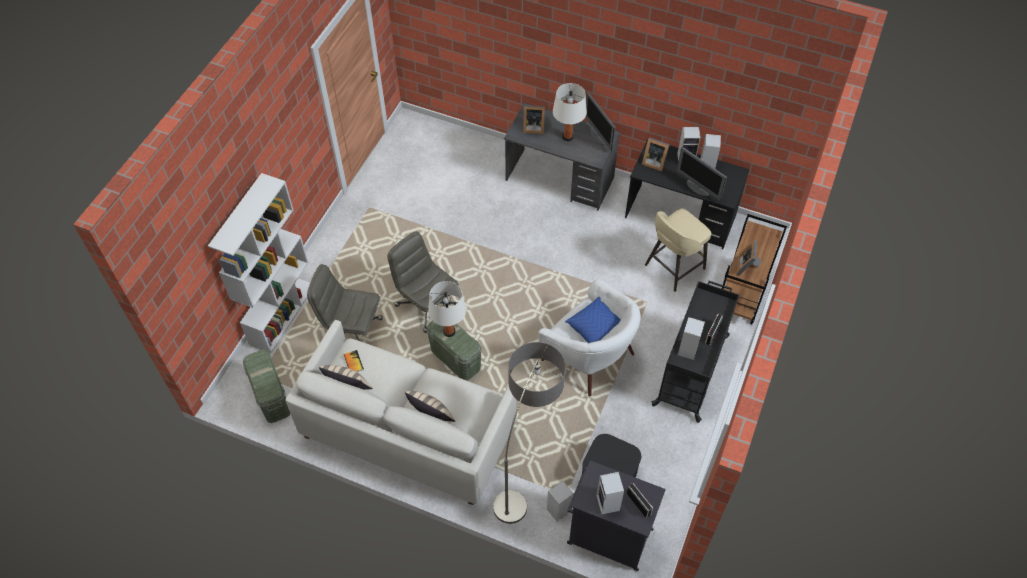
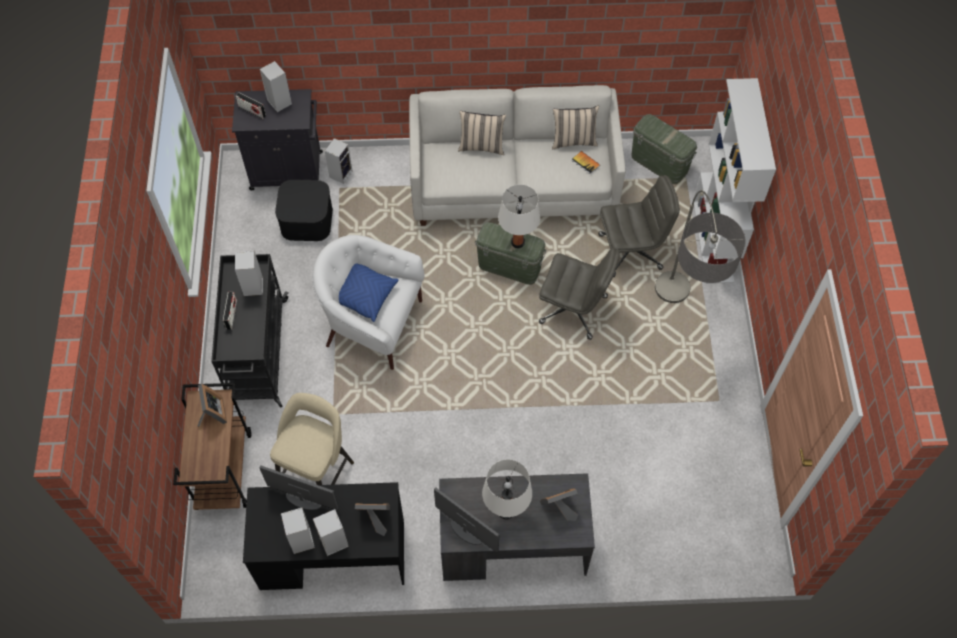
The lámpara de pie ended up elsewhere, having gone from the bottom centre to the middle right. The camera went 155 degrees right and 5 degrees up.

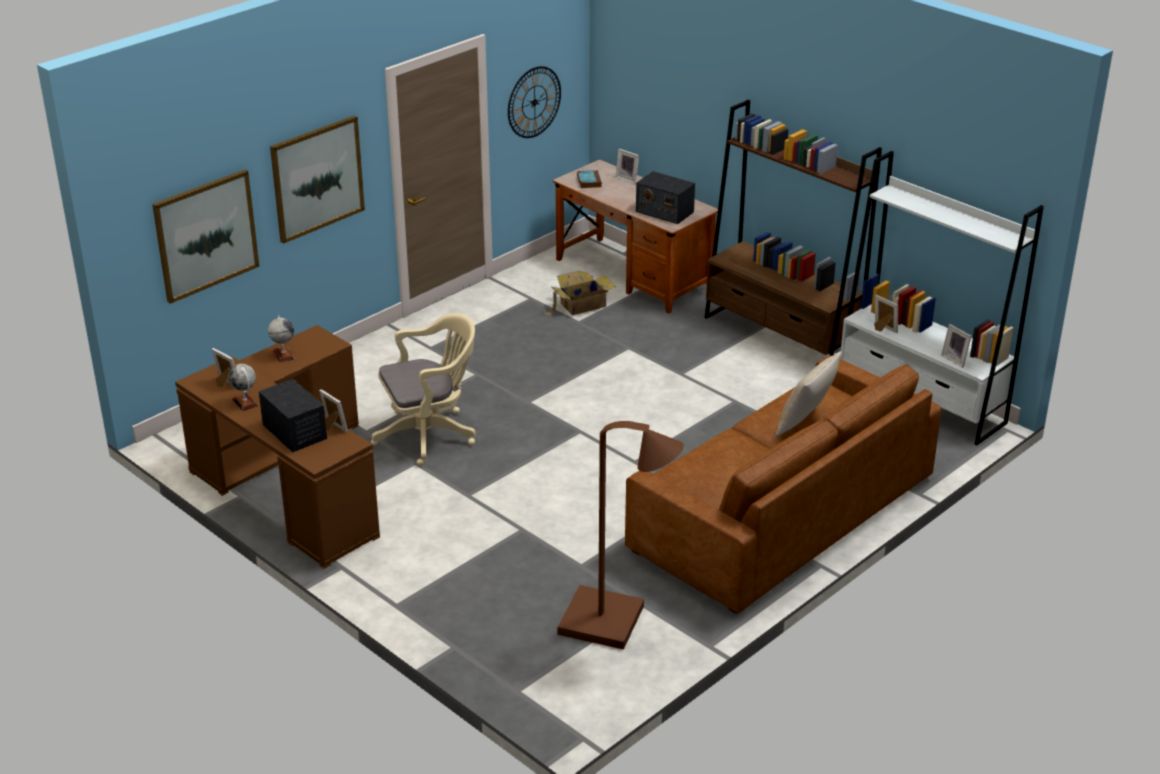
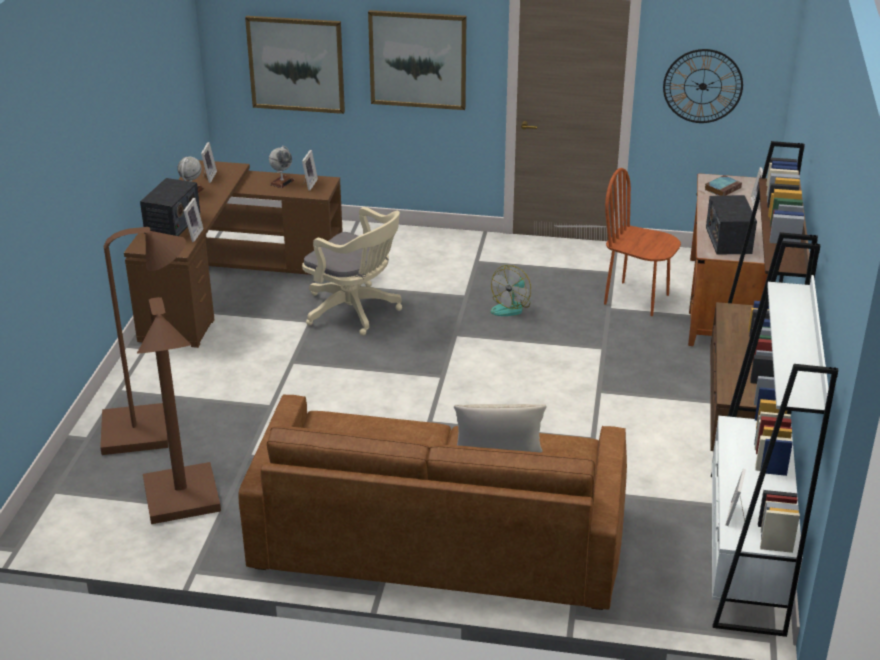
The second view gained the lámpara de pie [marrón] (no. 1 from left) at the middle left. The second view gained the ventilador at the centre. The portarretratos (no. 4 from left in the first image) ended up elsewhere, having gone from the middle right to the top centre. Where the caja de cartón stood at the centre, the silla [marrón] came to stand at the middle right. The camera went 55 degrees right and 0 degrees up.

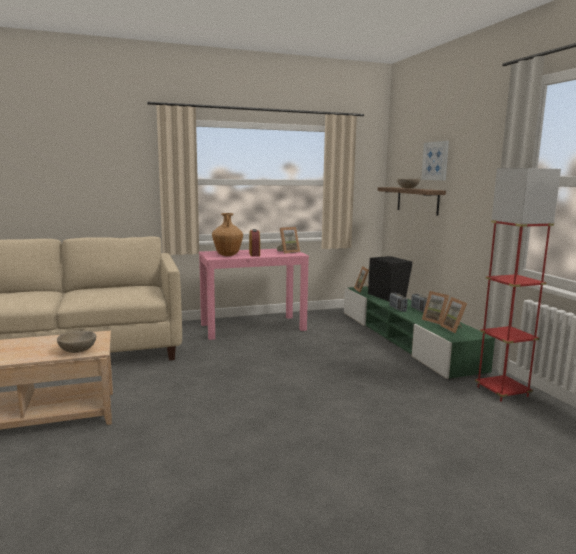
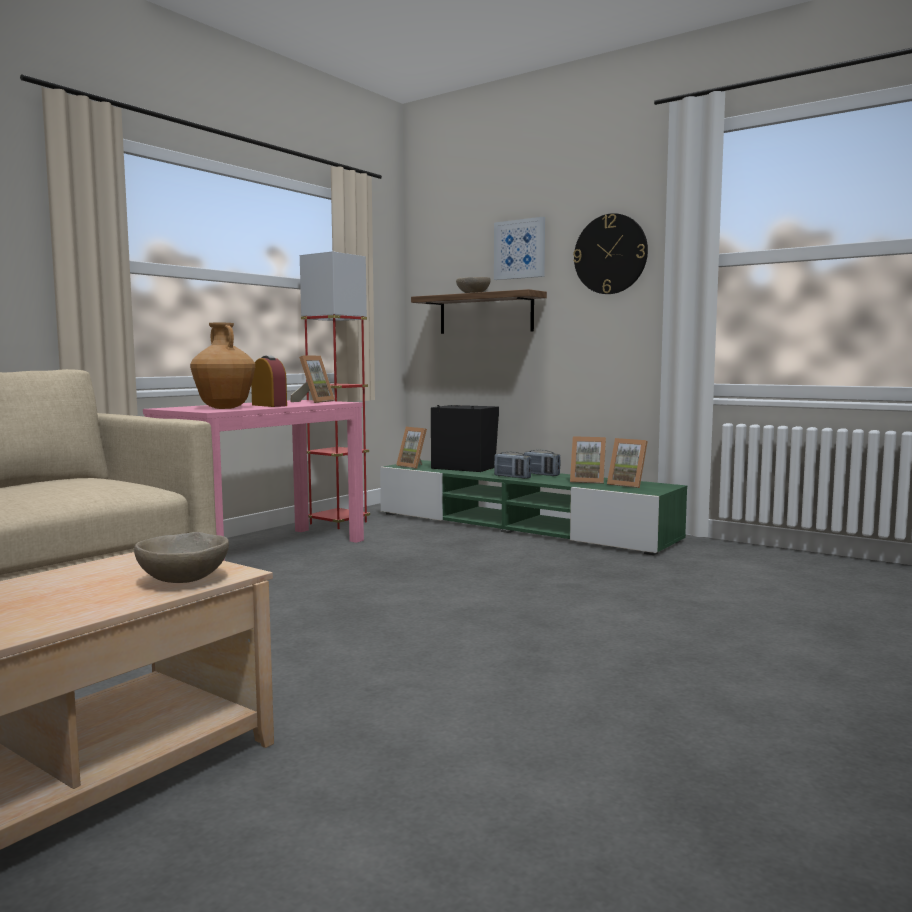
The second view gained the reloj de pared at the top right. The lámpara de pie [rojo] ended up elsewhere, having gone from the middle right to the centre. The camera went 35 degrees left and 5 degrees down.

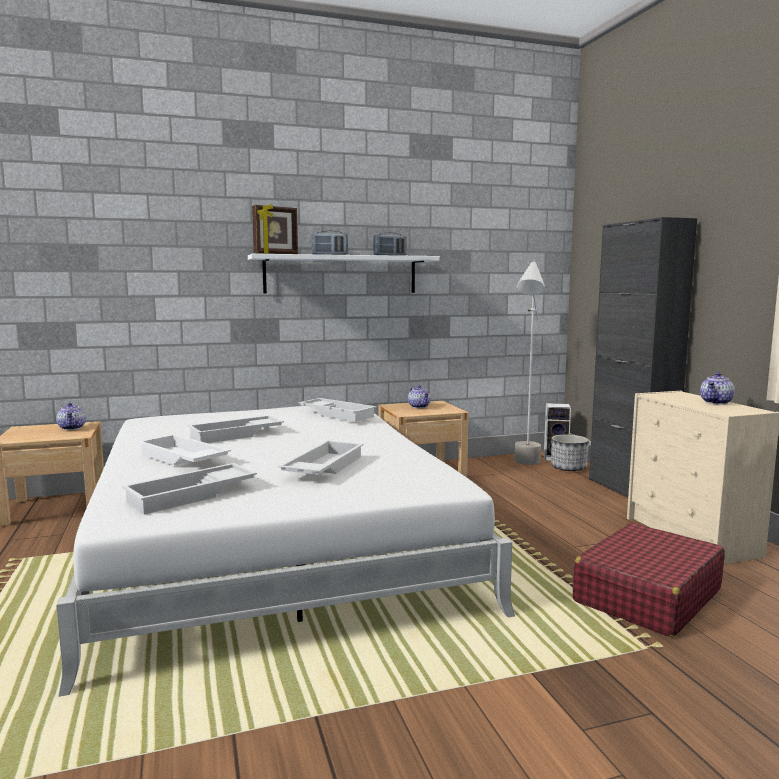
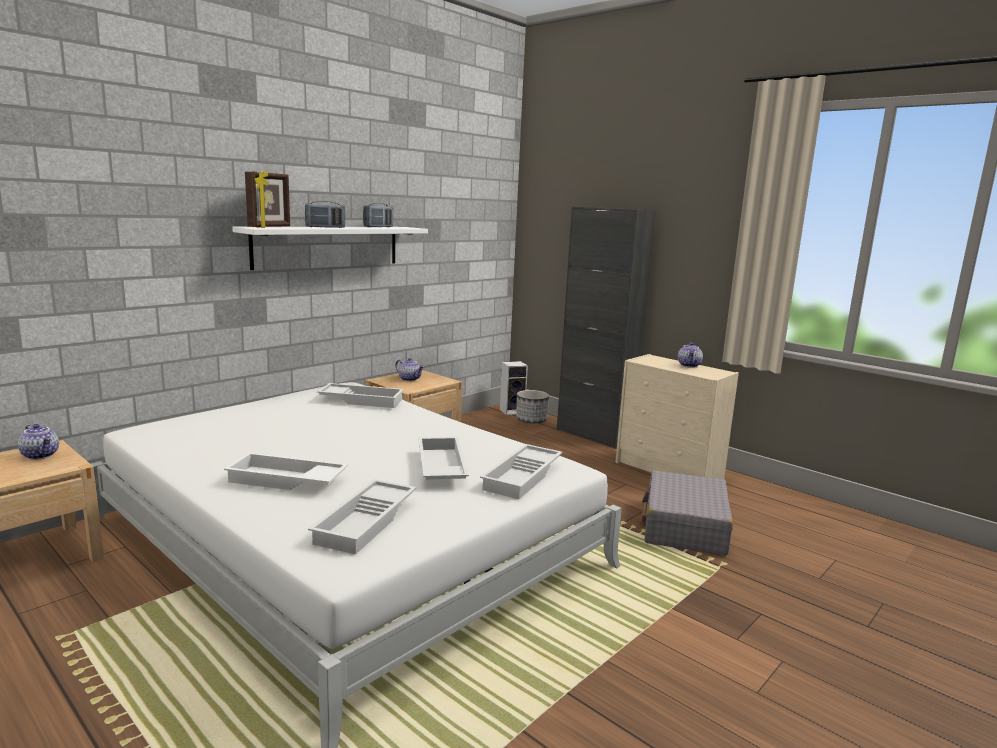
The second view lost the lámpara de pie [gris] at the middle right. The bandeja [blanco] (no. 3 from left in the first image) ended up elsewhere, having gone from the middle left to the centre. What was the maleta [rojo] at the bottom right turned into the maleta [gris] at the bottom right. The camera went 30 degrees left and 5 degrees up.

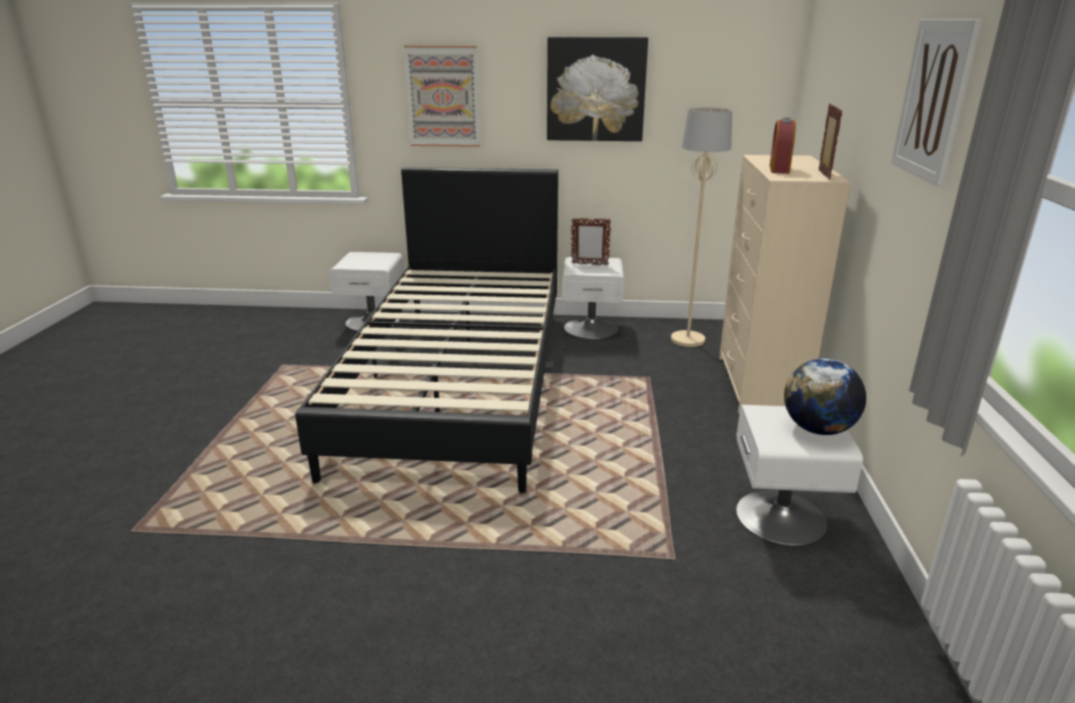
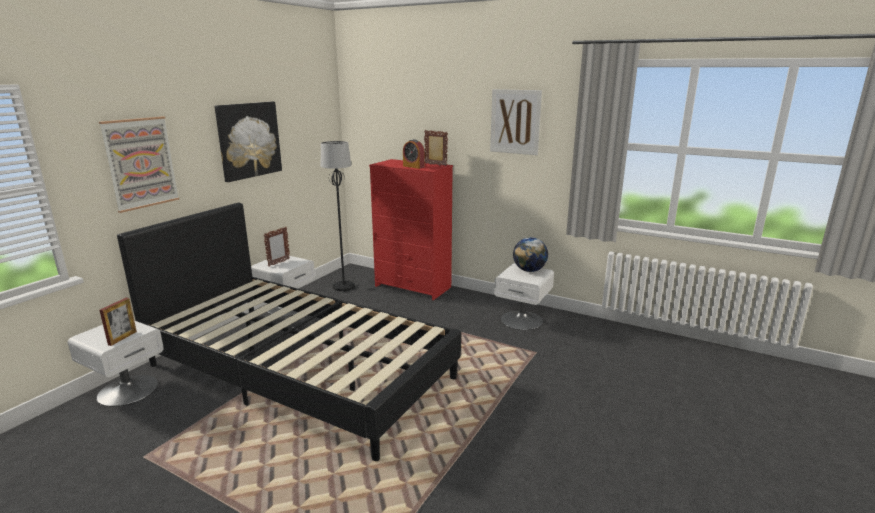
The second view gained the portarretratos (no. 1 from left) at the middle left. What was the lámpara de pie [beis] at the top centre turned into the lámpara de pie [negro] at the centre. What was the cómoda [beis] at the middle right turned into the cómoda [rojo] at the centre. The camera went 65 degrees left and 5 degrees down.

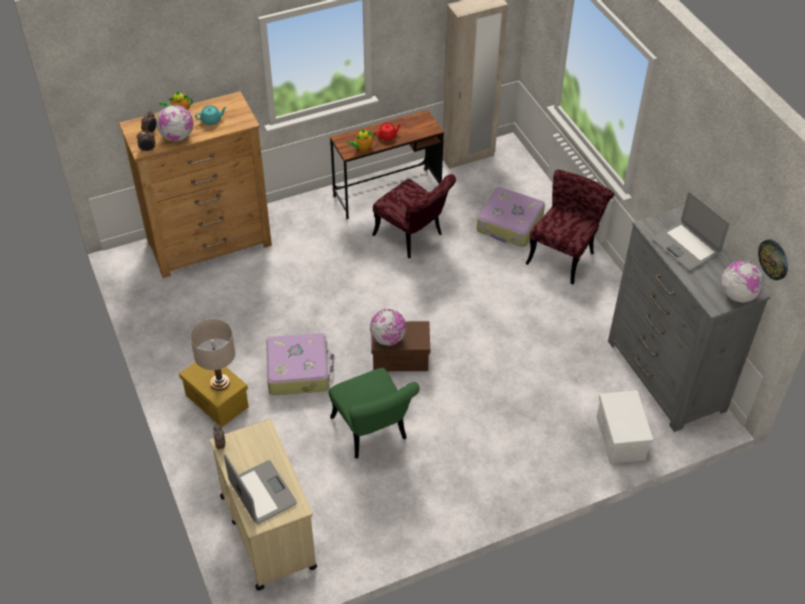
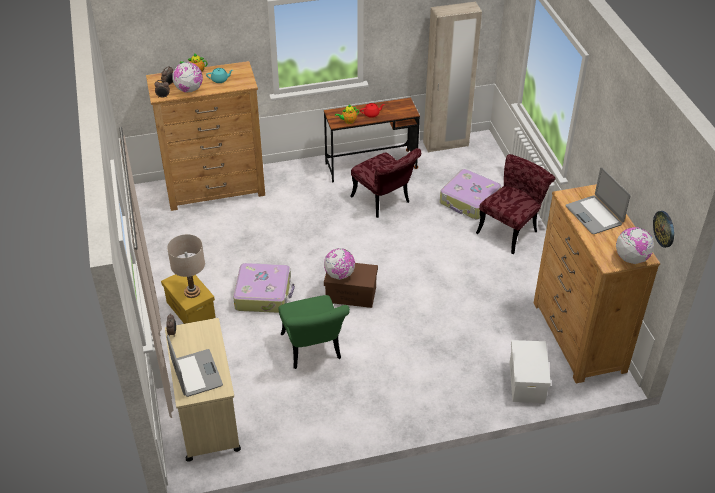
What was the cómoda [gris] at the middle right turned into the cómoda [marrón] (no. 2 from left) at the middle right. The camera went 10 degrees right and 5 degrees down.

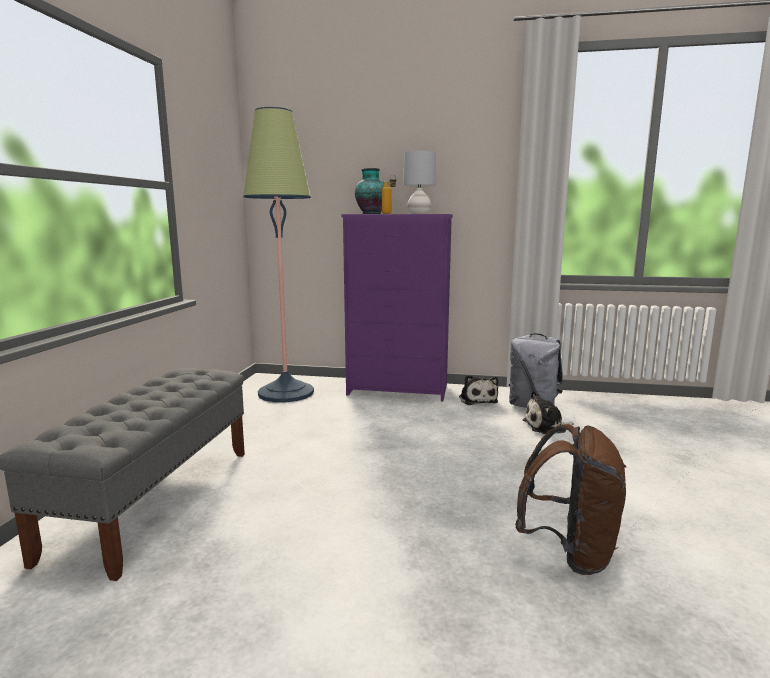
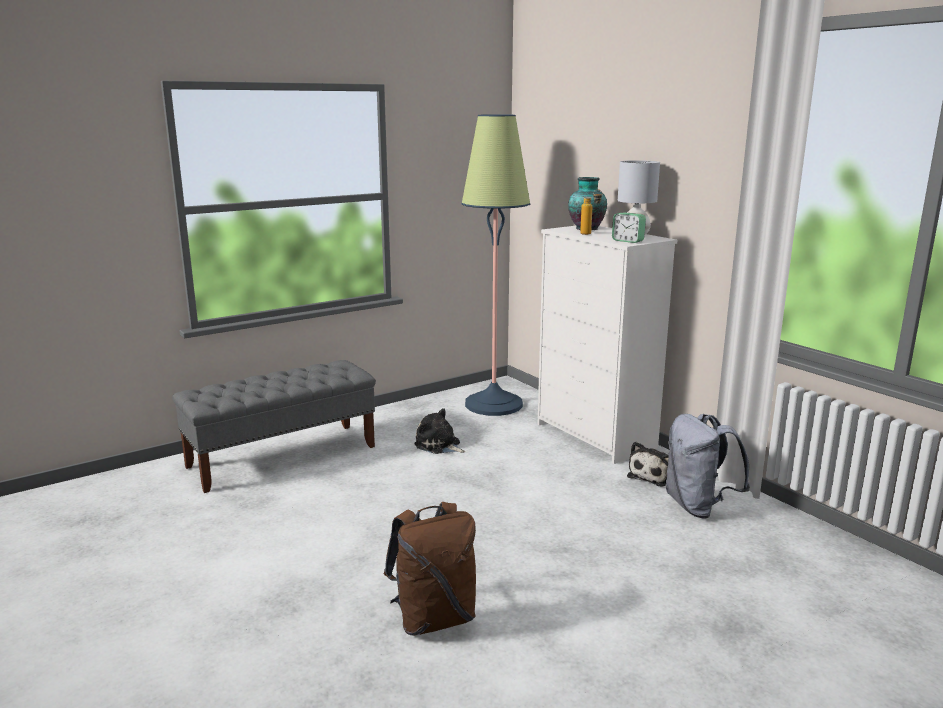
The second view gained the despertador at the top right. The peluche (no. 2 from left in the first image) ended up elsewhere, having gone from the middle right to the centre. What was the cómoda [morado] at the centre turned into the cómoda [blanco] at the centre. The camera went 45 degrees right and 5 degrees up.

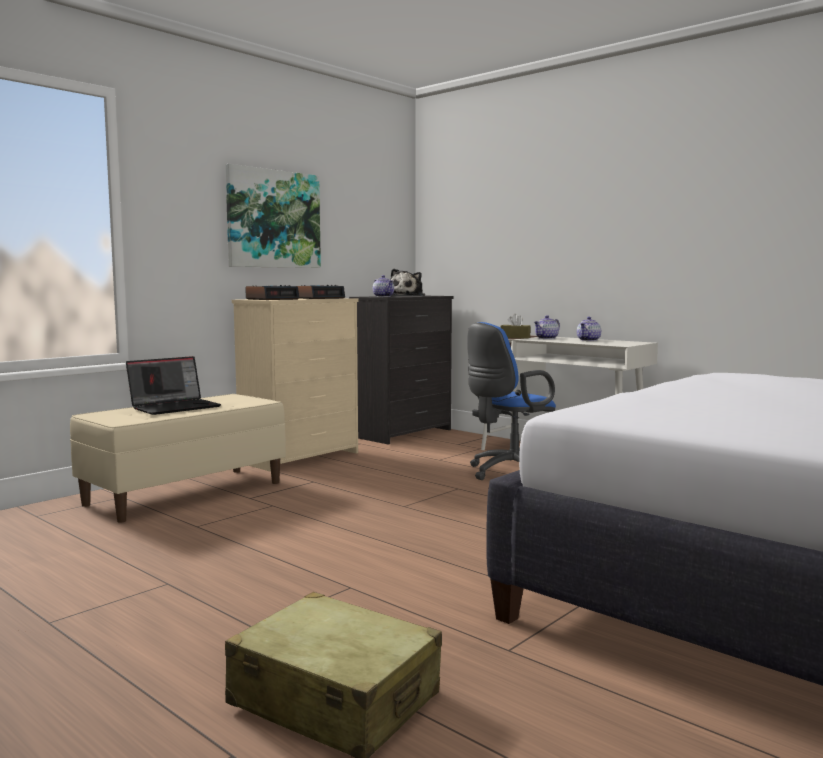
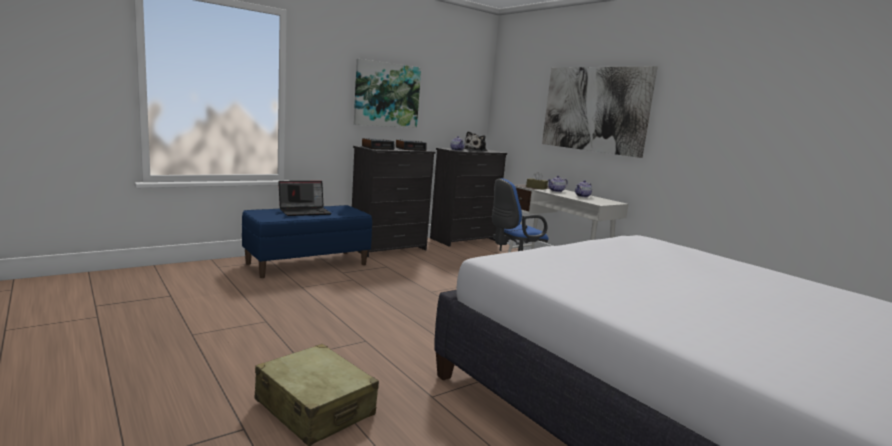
The second view gained the cuadro (no. 2 from left) at the top right. What was the banco [beis] at the middle left turned into the banco [azul] at the centre. What was the cómoda [beis] at the centre turned into the cómoda [negro] (no. 1 from left) at the centre. The camera went 10 degrees right and 5 degrees up.

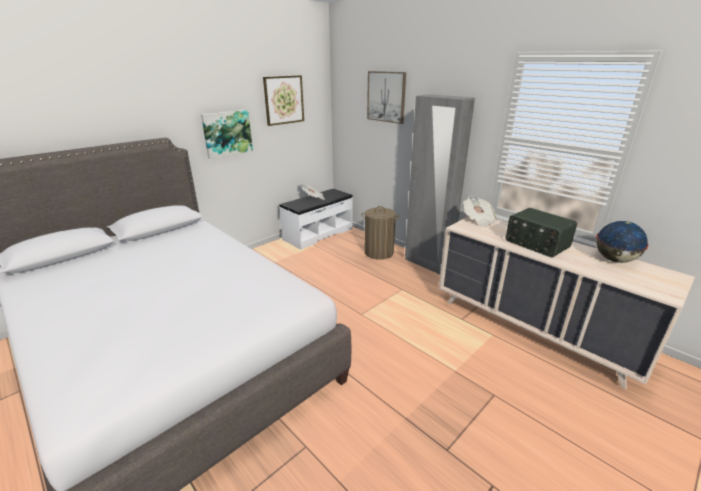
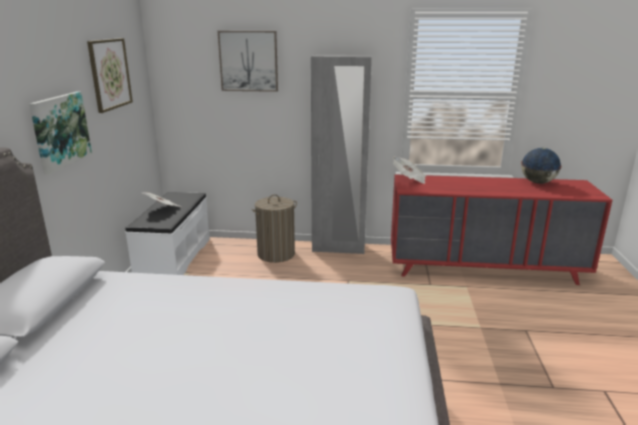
The second view lost the radio at the middle right. What was the cómoda [beis] at the middle right turned into the cómoda [rojo] at the middle right. The camera went 40 degrees left and 5 degrees down.

